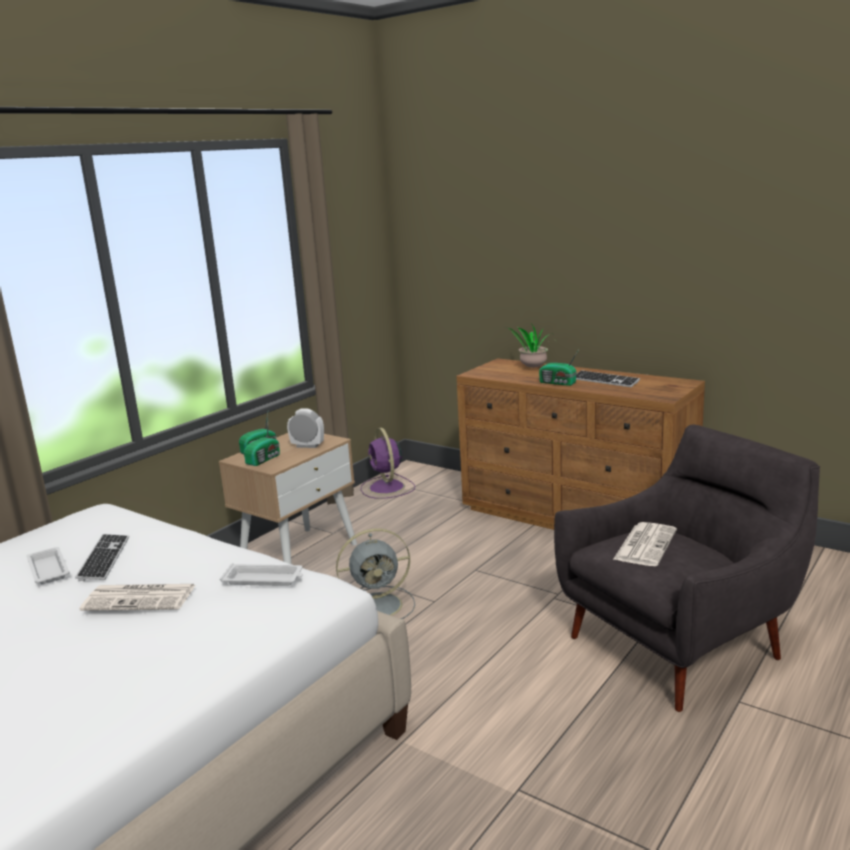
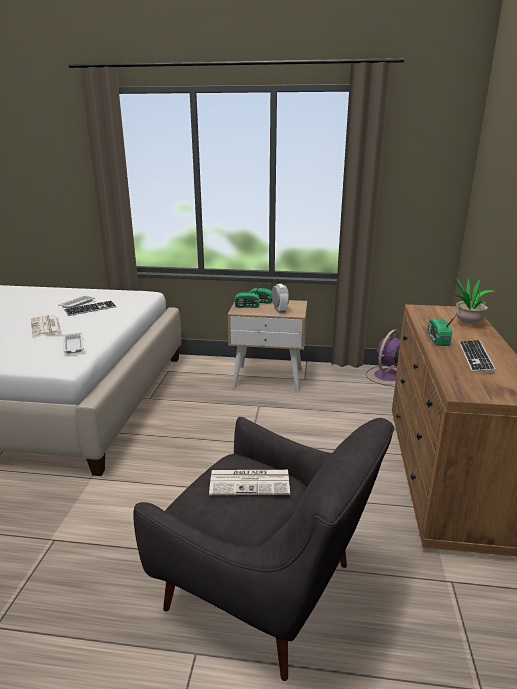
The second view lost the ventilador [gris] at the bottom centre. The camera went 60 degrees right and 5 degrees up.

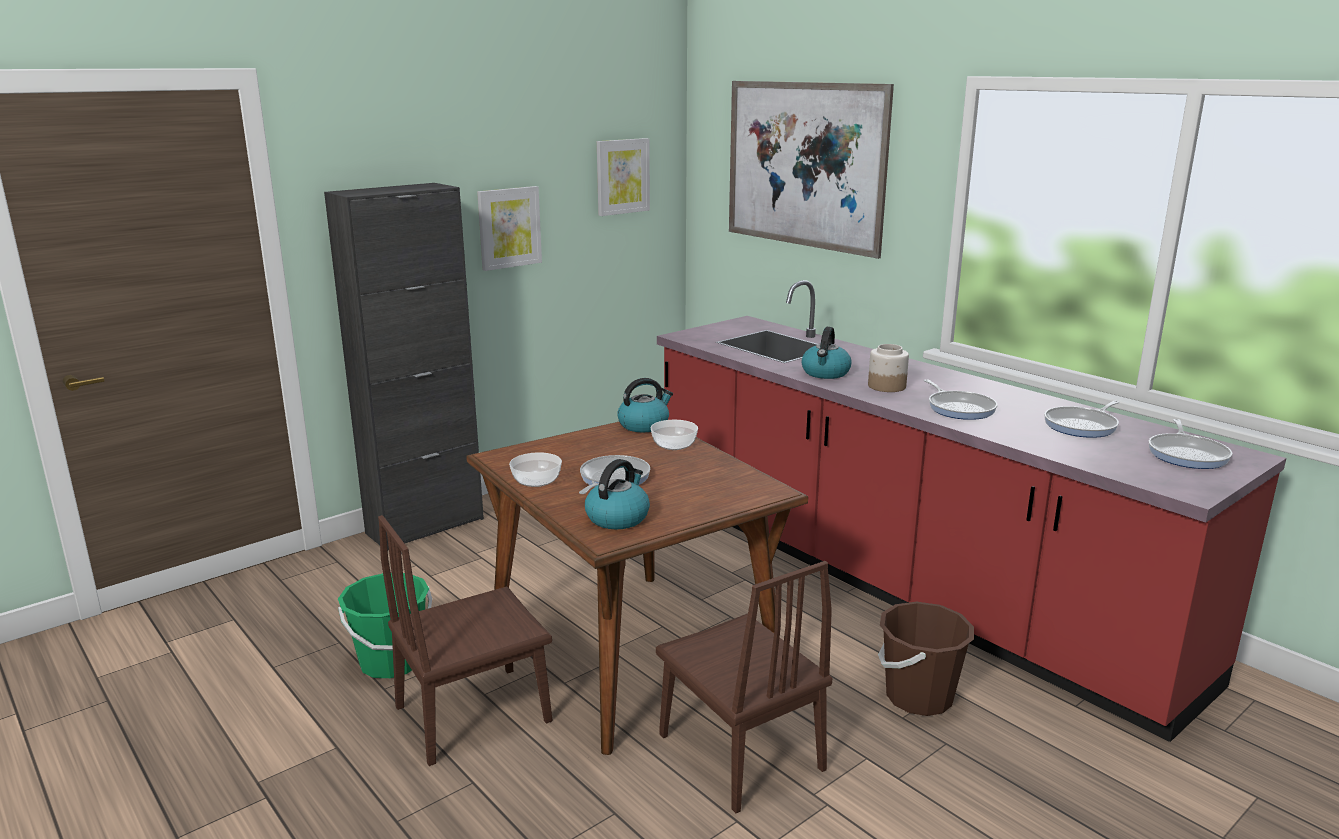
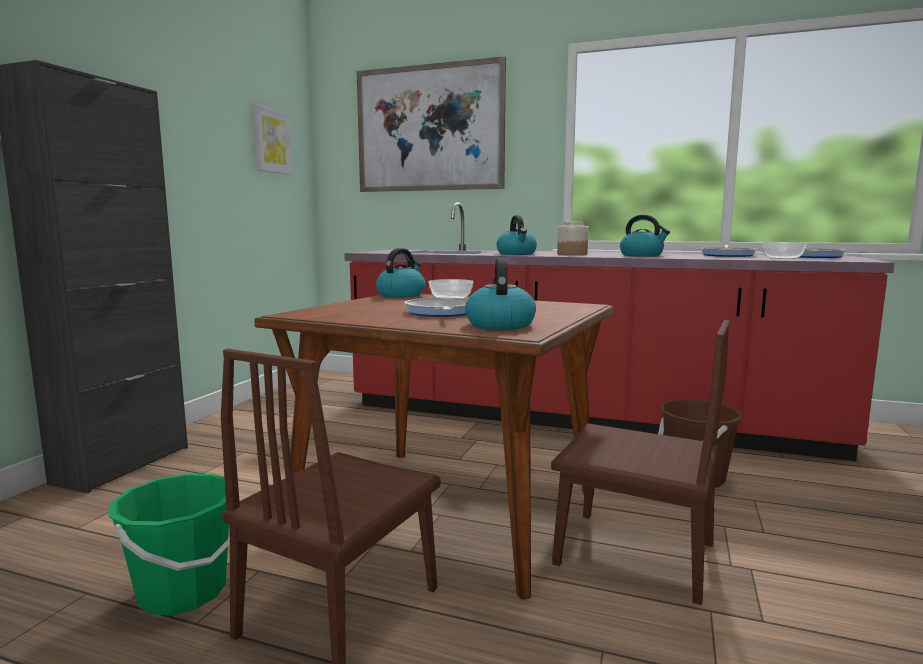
The second view lost the cuadro (no. 1 from left) at the top centre. The cuenco (no. 1 from left in the first image) ended up elsewhere, having gone from the centre to the middle right. Where the sartén (no. 2 from left) stood at the middle right, the hervidor (no. 4 from left) came to stand at the middle right. The camera went 30 degrees left and 10 degrees down.

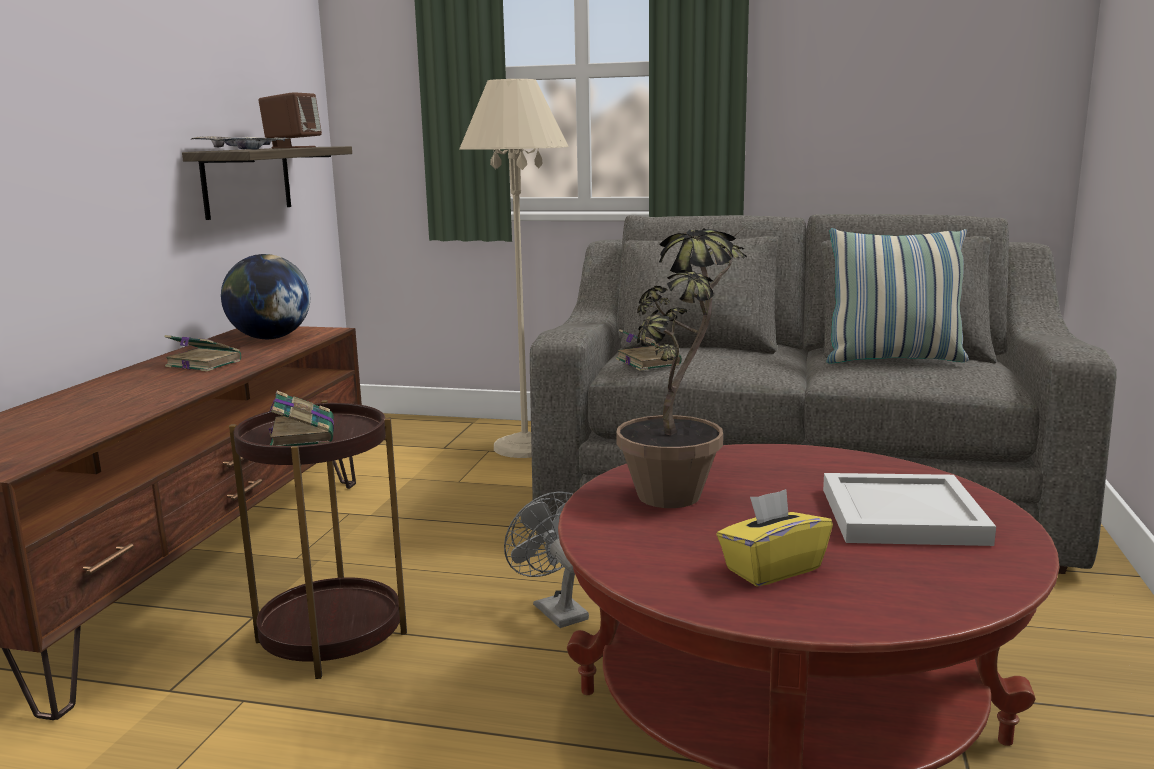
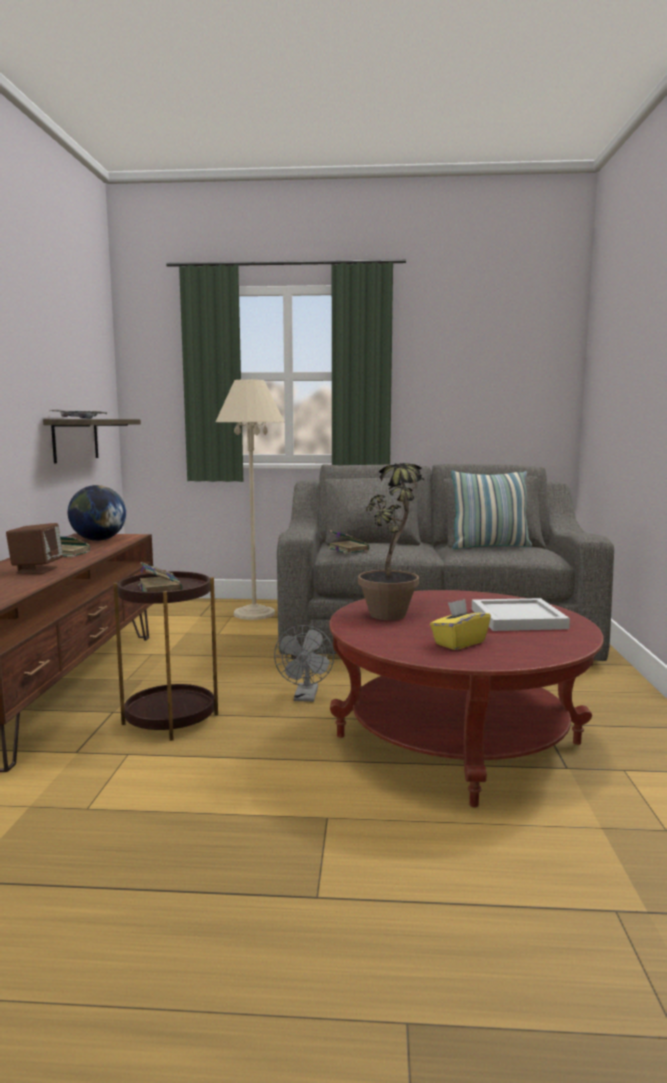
The altavoz [marrón] ended up elsewhere, having gone from the top left to the middle left. The ventilador [gris] at the bottom centre ended up facing another way, 135 degrees counterclockwise from before. The camera went 10 degrees left and 5 degrees down.

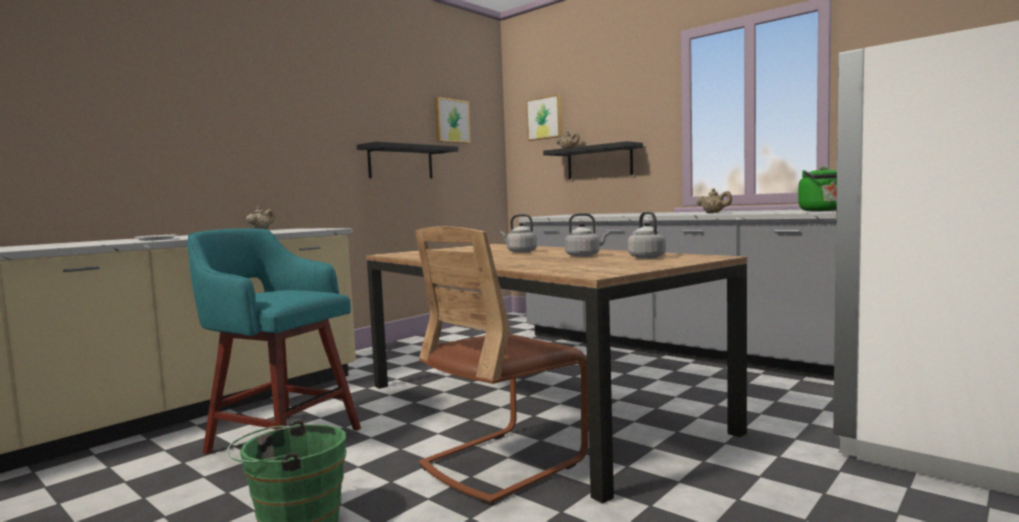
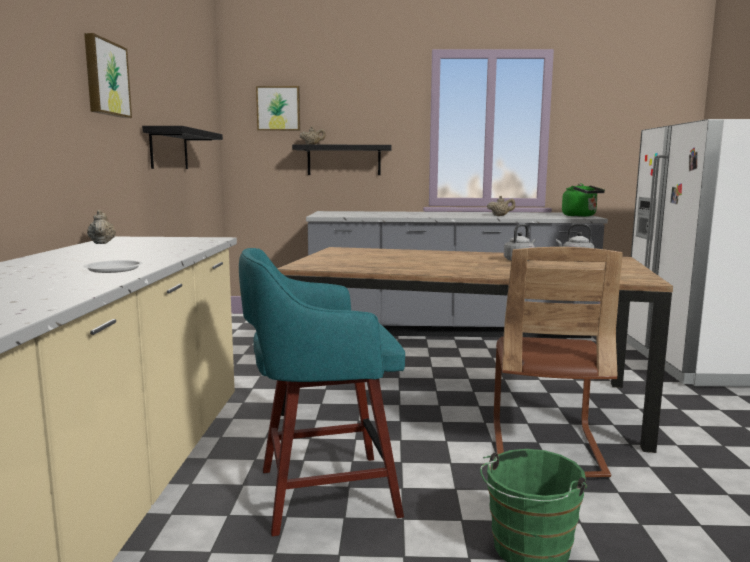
The second view lost the hervidor [gris] (no. 1 from left) at the centre. The cuadro (no. 1 from left) ended up elsewhere, having gone from the top centre to the top left. The camera went 40 degrees left and 5 degrees up.

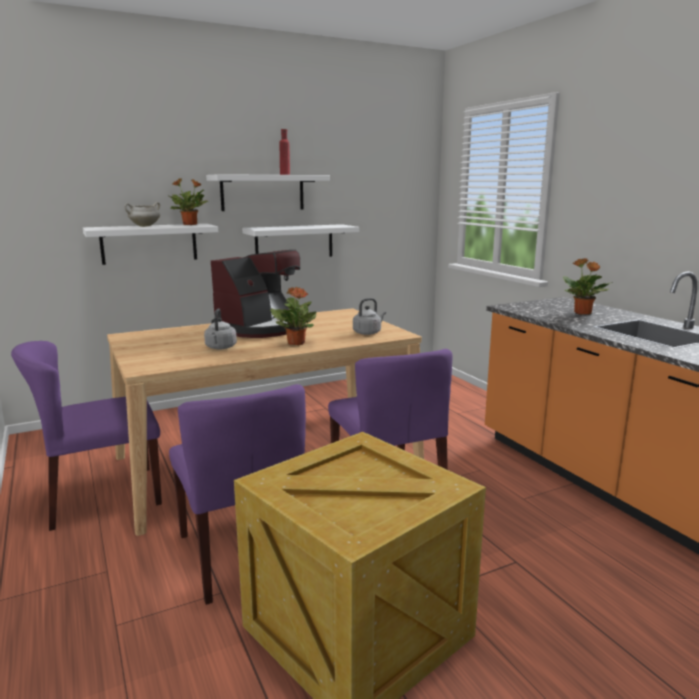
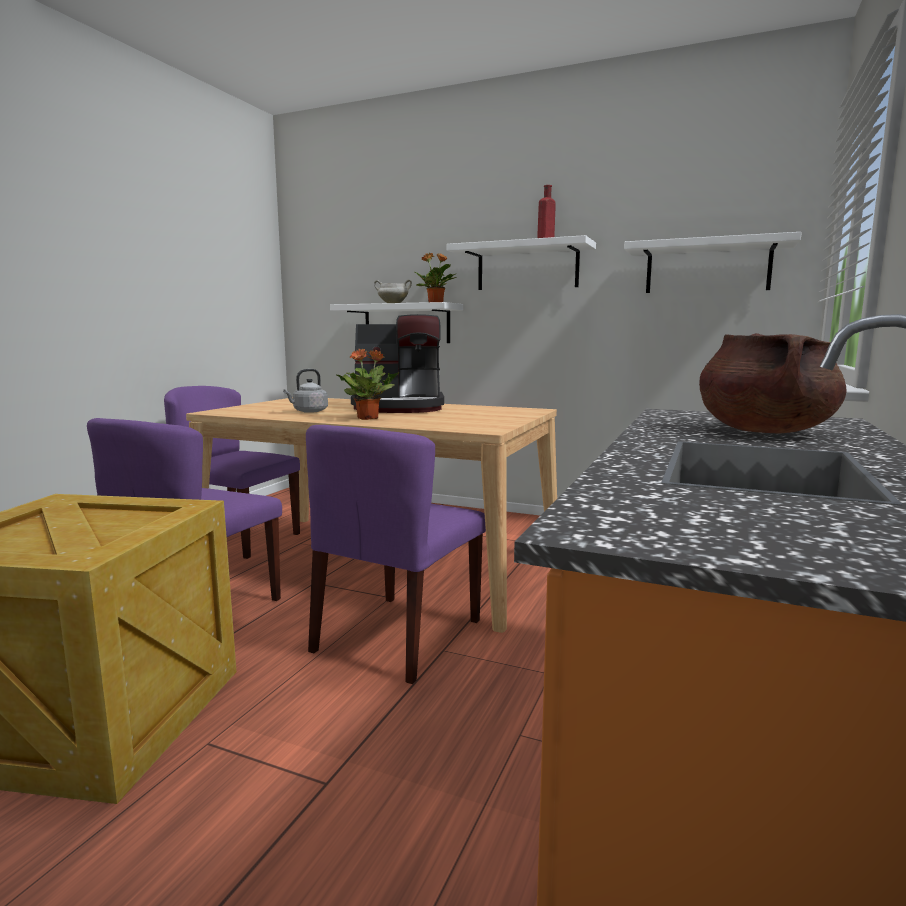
The second view lost the hervidor [gris] (no. 2 from left) at the centre. The estante [blanco] (no. 3 from left) ended up elsewhere, having gone from the centre to the top right. Where the planta en maceta (no. 3 from left) stood at the middle right, the olla [marrón] came to stand at the middle right. The camera went 50 degrees right and 5 degrees down.

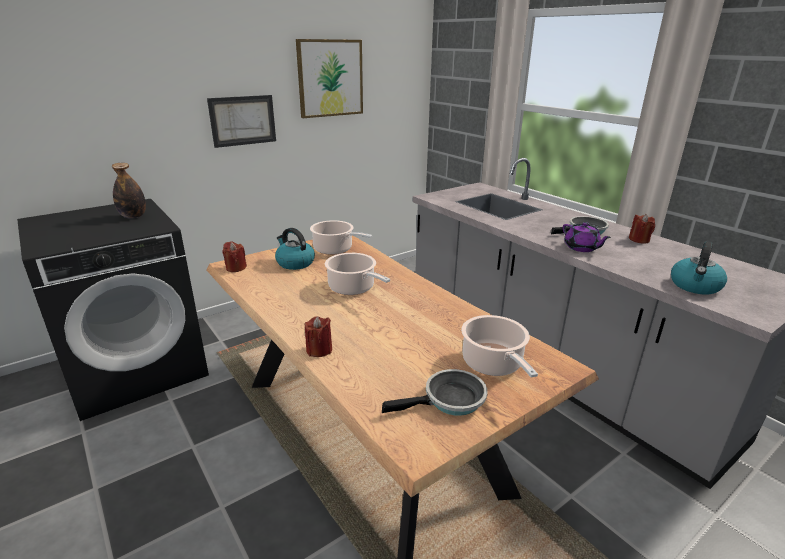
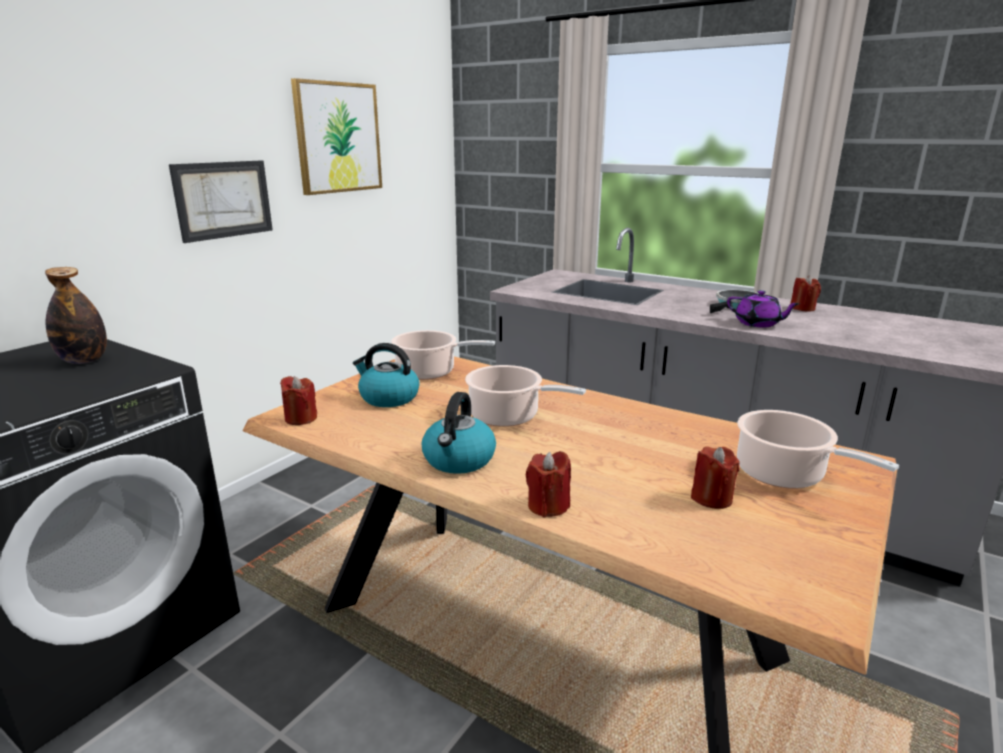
The second view lost the sartén (no. 1 from left) at the bottom centre. The second view gained the vela [rojo] (no. 3 from left) at the middle right. The hervidor (no. 2 from left) ended up elsewhere, having gone from the middle right to the centre. The camera went 20 degrees left and 5 degrees down.

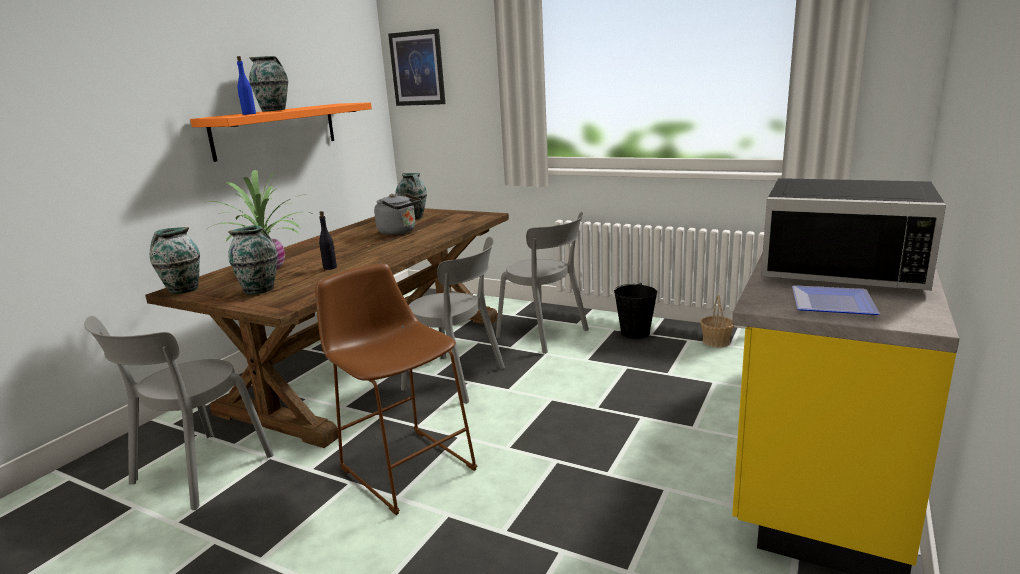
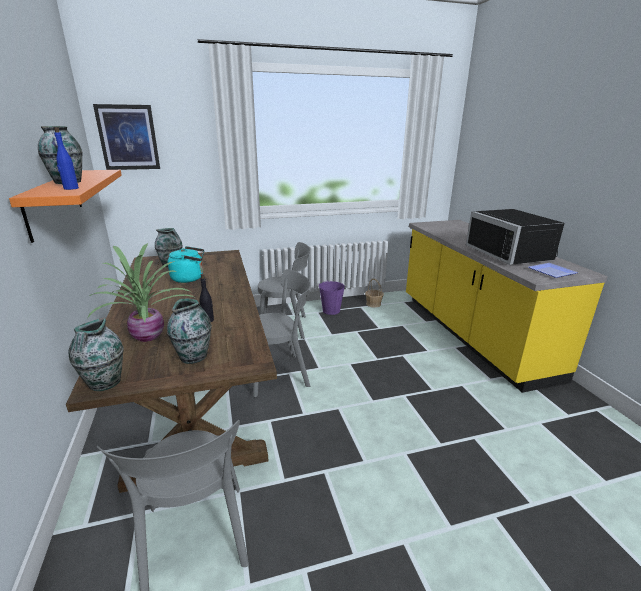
The second view lost the taburete [marrón] at the bottom centre. What was the hervidor [gris] at the centre turned into the hervidor [turquesa] at the middle left. What was the cubo [negro] at the centre turned into the cubo [morado] at the centre. The microondas [negro] at the middle right ended up facing another way, 90 degrees clockwise from before. The camera went 45 degrees left and 5 degrees up.

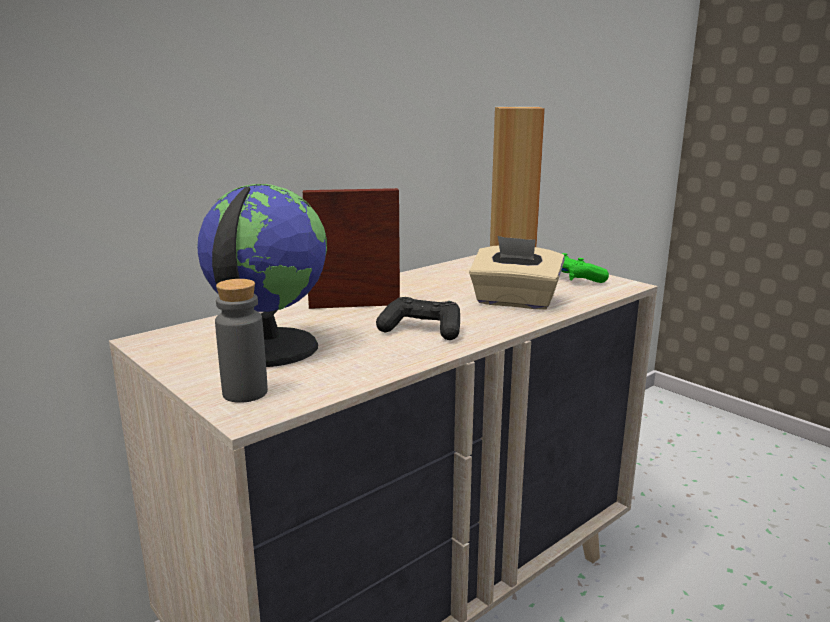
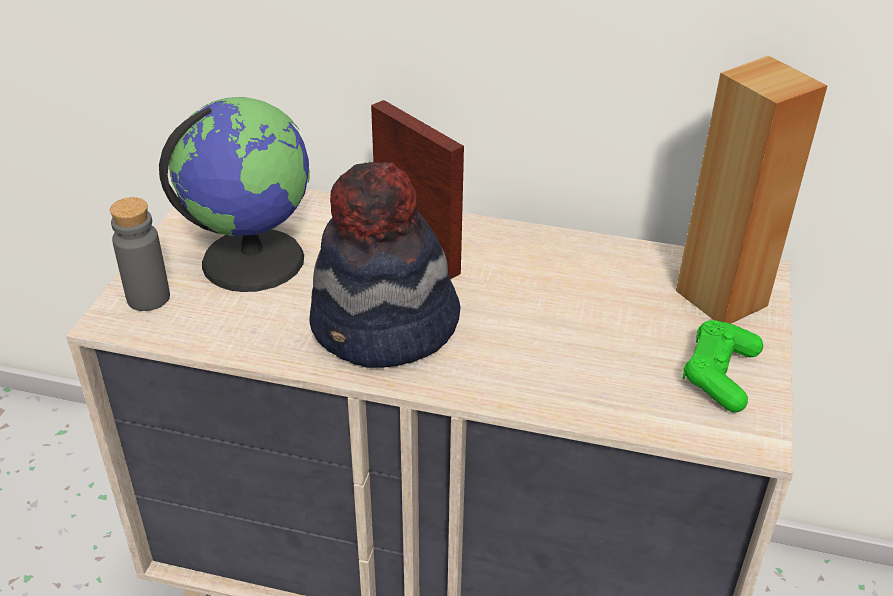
The second view lost the caja de pañuelos [beis] at the centre. Where the mando de consola [negro] stood at the centre, the sombrero came to stand at the centre. The camera went 55 degrees right and 20 degrees up.

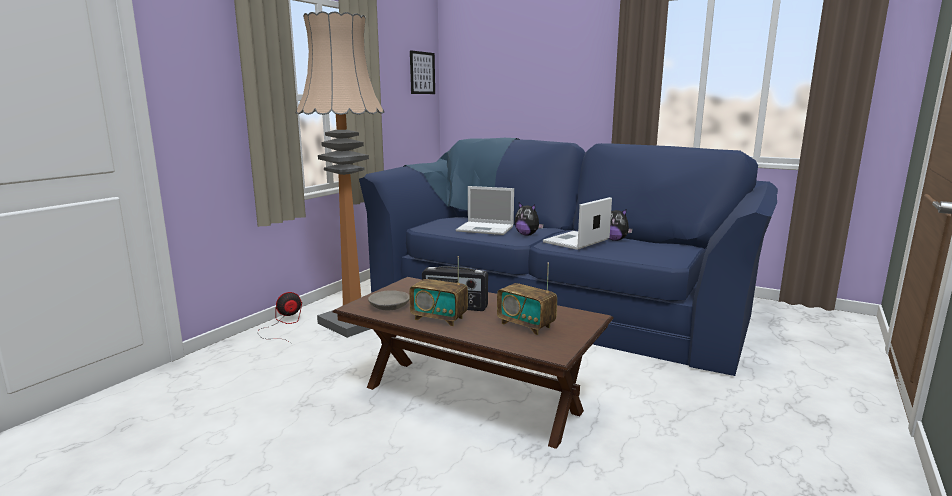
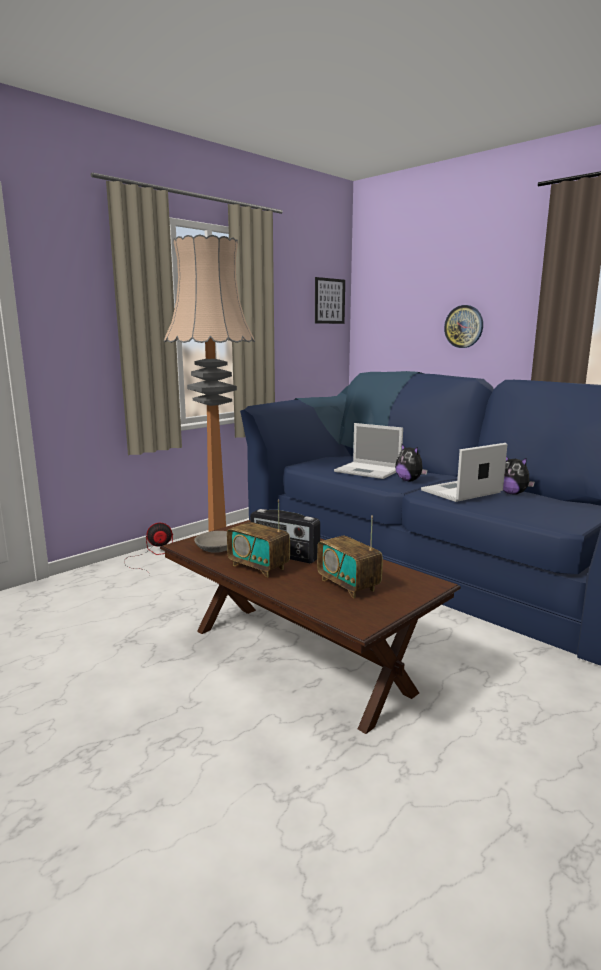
The second view gained the reloj de pared at the middle right. The camera went 15 degrees right and 0 degrees up.

